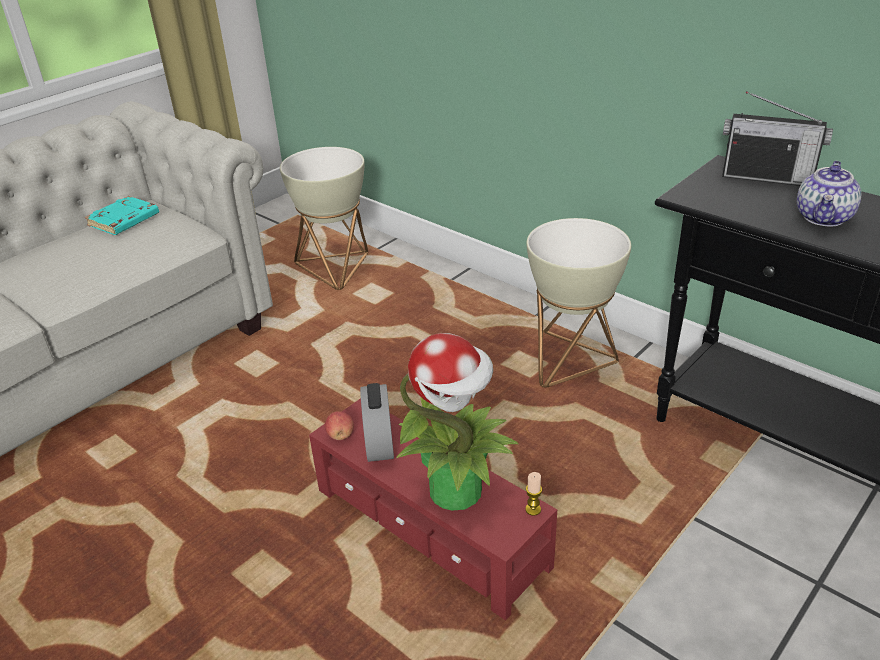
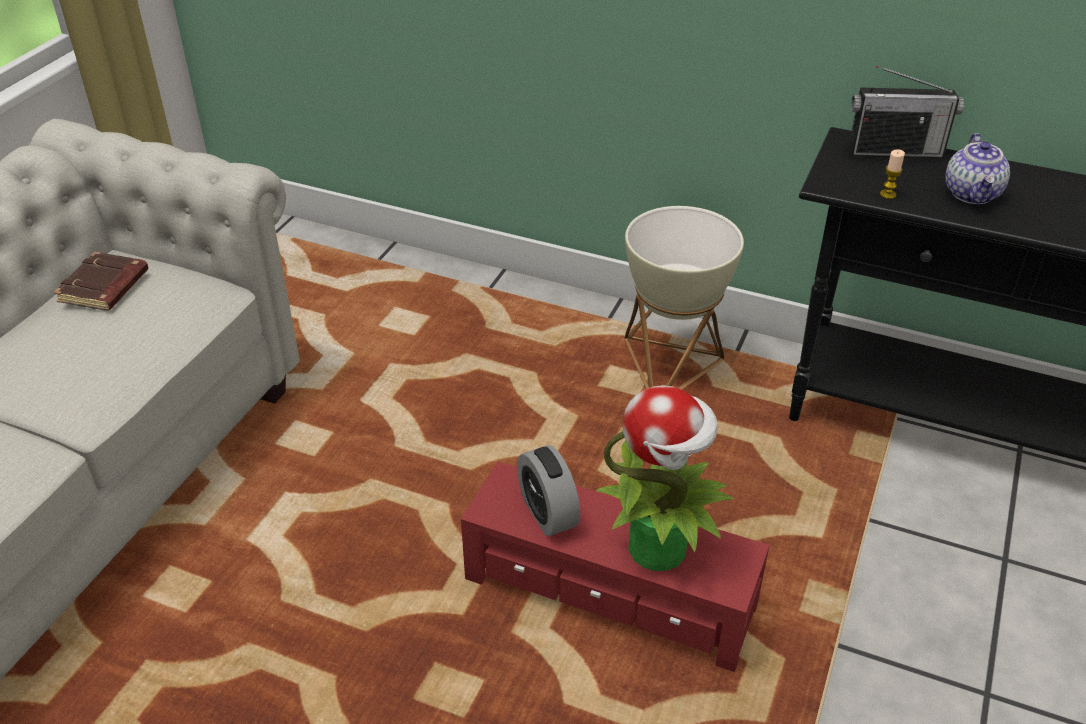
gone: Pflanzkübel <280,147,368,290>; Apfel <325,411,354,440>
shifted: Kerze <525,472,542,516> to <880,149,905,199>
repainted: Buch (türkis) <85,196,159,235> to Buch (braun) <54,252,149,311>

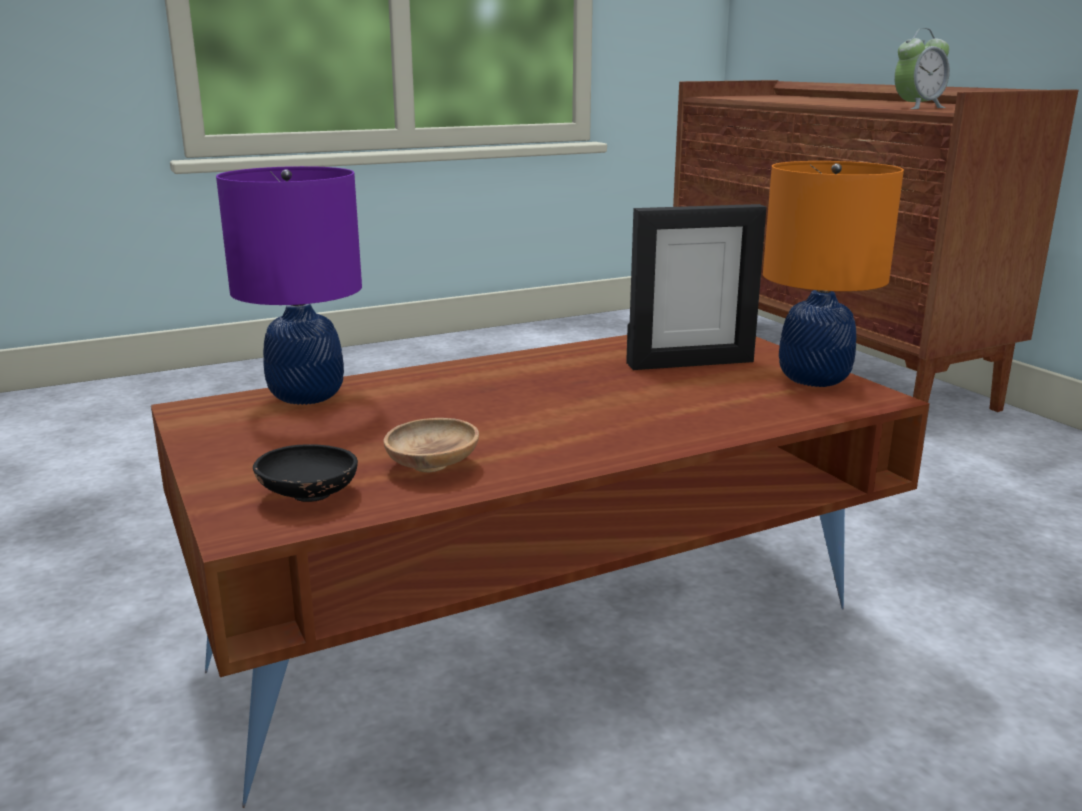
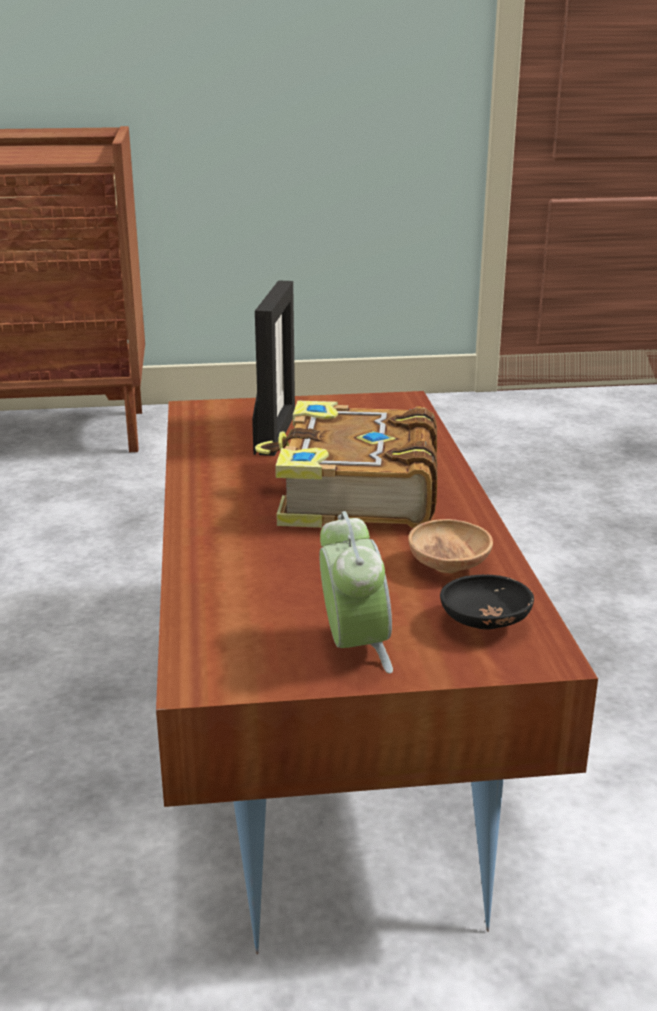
gone: Tischlampe (orange) <763,161,904,387>; Tischlampe (lila) <216,166,362,405>
new: Buch <255,401,437,528>
shifted: Wecker <894,28,950,109> to <319,511,393,673>

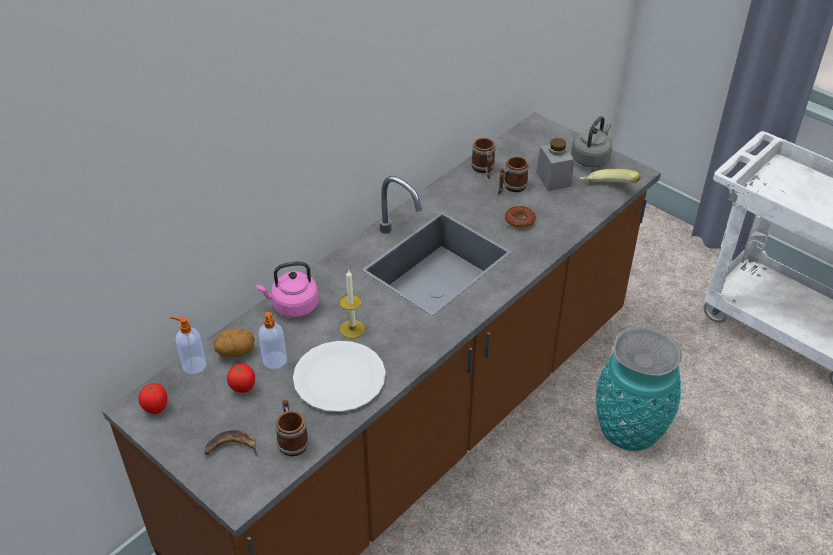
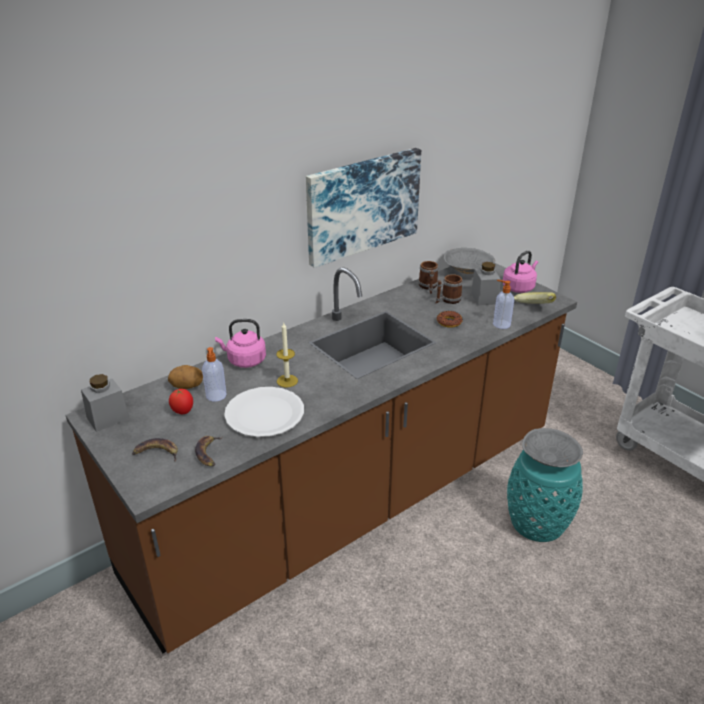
new: Bild <306,148,421,268>; Schüssel (grau) <444,248,495,274>
shifted: Seifenspender <169,316,206,374> to <493,280,514,329>
swapped: Tomate <139,383,167,414> to Vorratsglas (grau) <81,374,130,432>; Henkelbecher <275,400,309,456> to Banane <195,436,223,466>
repainted: Wasserkessel (grau) <571,116,612,167> to Wasserkessel (rosa) <503,251,538,293>

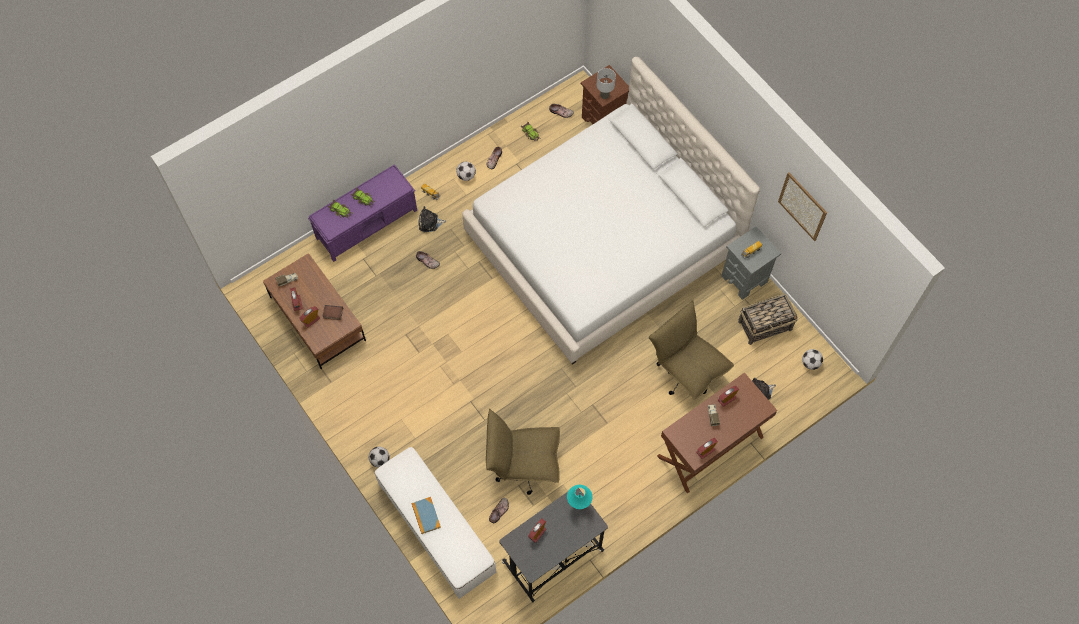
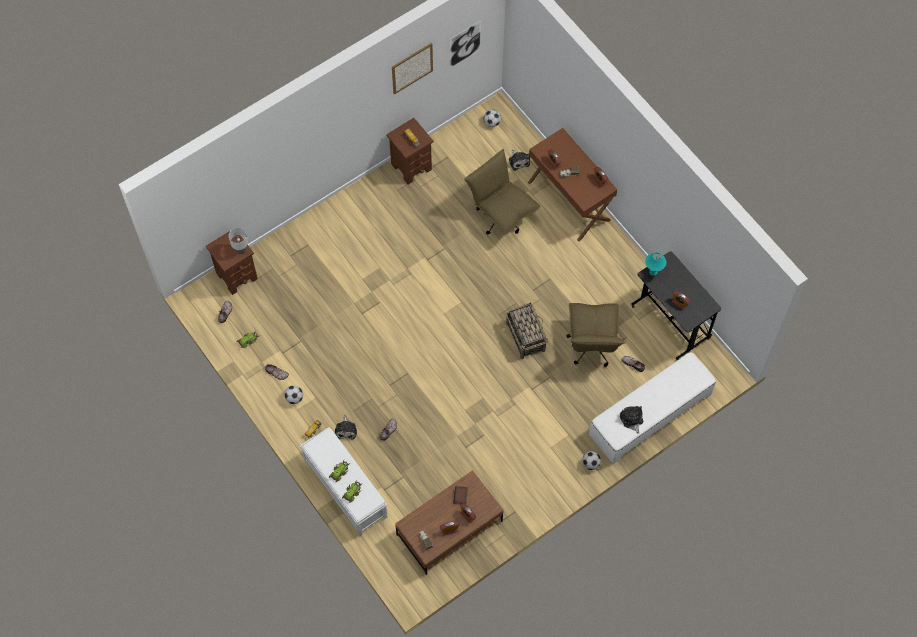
gone: Bett (weiß) <463,57,760,365>; Buch <412,497,441,534>
new: Bild <449,20,481,68>; Plüschtier <620,406,643,434>
shifted: Korb <738,294,798,345> to <506,302,548,359>
repainted: Bank (lila) <308,164,417,262> to Bank (weiß) <300,427,388,536>; Nachttisch (grau) <721,226,781,300> to Nachttisch (braun) <386,118,434,185>
rotated: Bürostuhl (beige) <649,300,734,400> = <464,149,541,235> 90 degrees clockwise

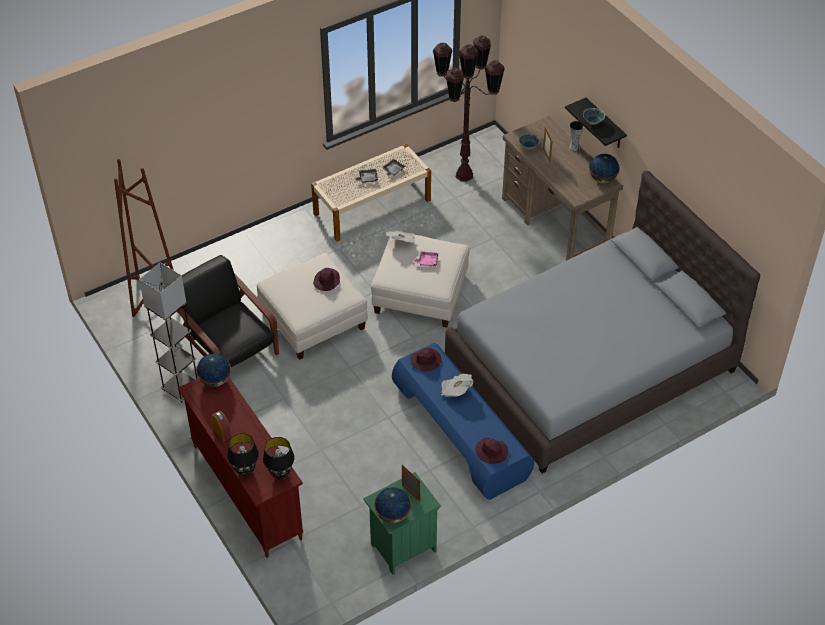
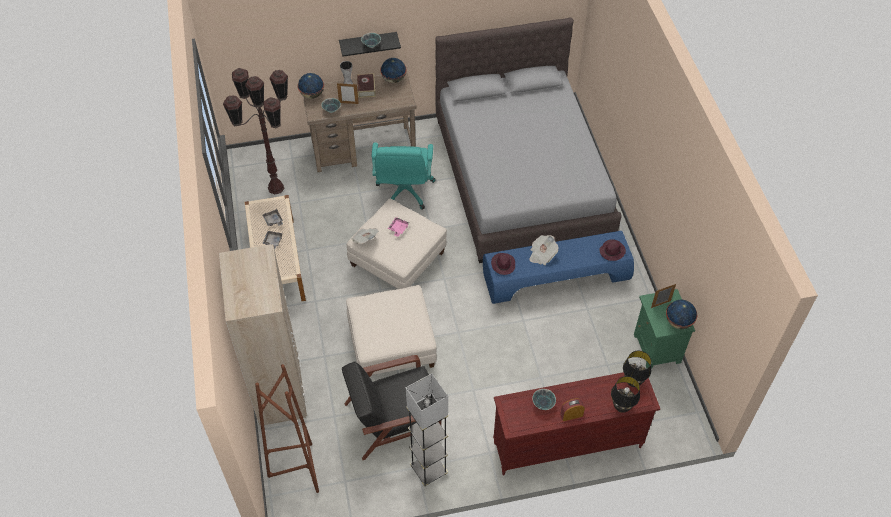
gone: Hut (lila) <313,268,340,291>
new: Buch <357,73,376,98>; Bürostuhl (türkis) <372,142,436,210>; Kleiderschrank (beige) <219,244,307,425>; Schüssel <532,389,556,410>
shifted: Globus <196,354,231,387> to <297,73,324,99>

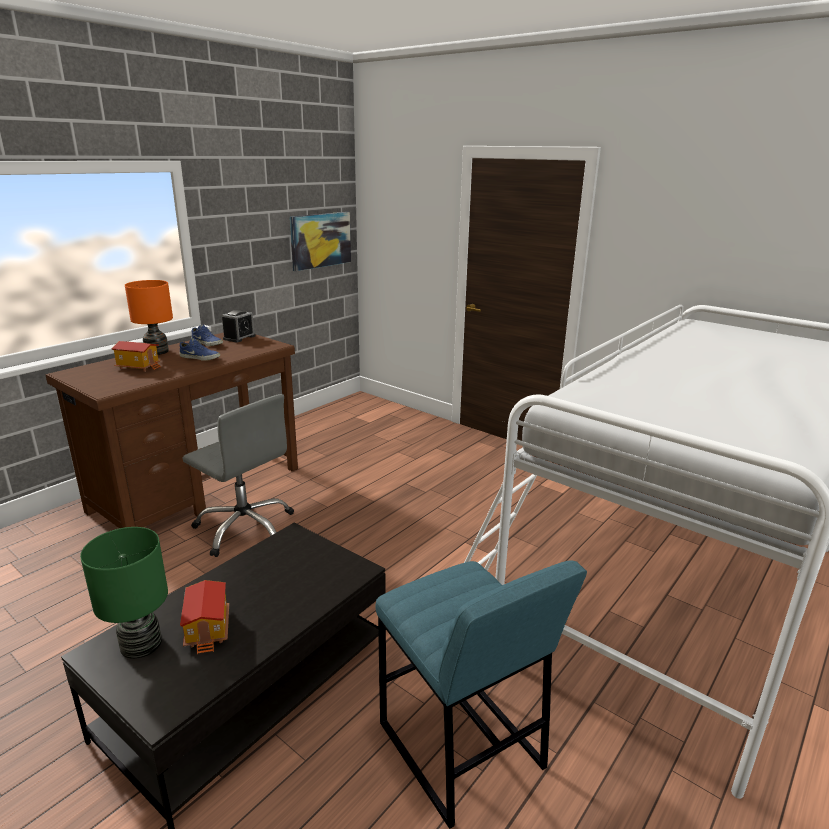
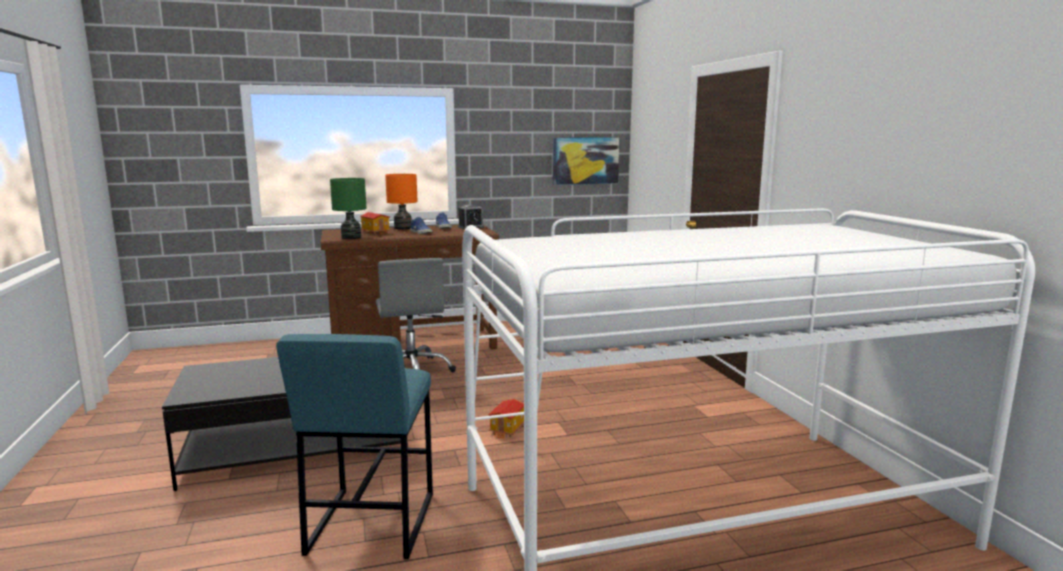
shifted: Tischlampe (grün) <80,527,168,659> to <330,178,367,239>; Spielzeughaus <180,580,229,654> to <488,399,524,439>

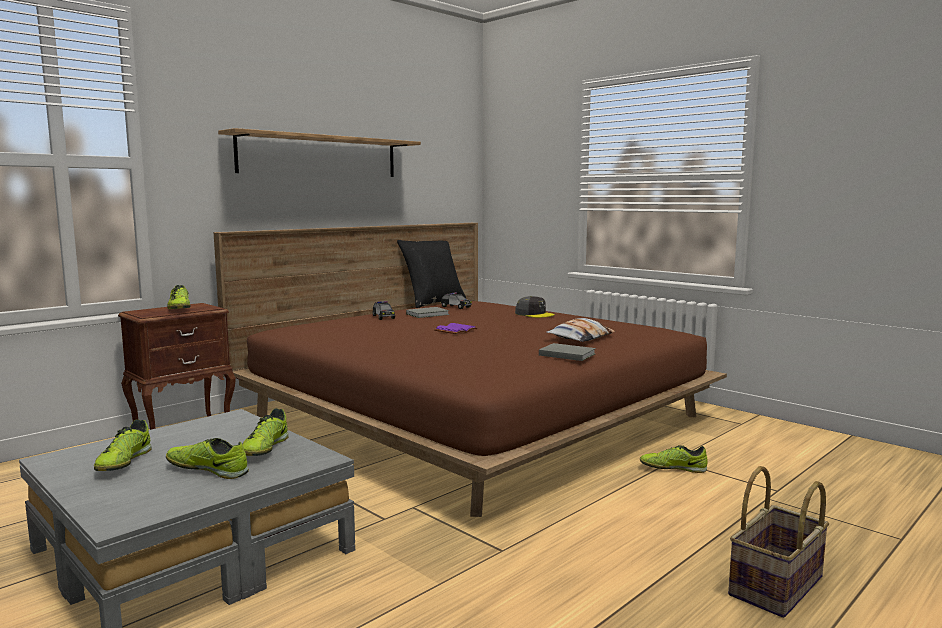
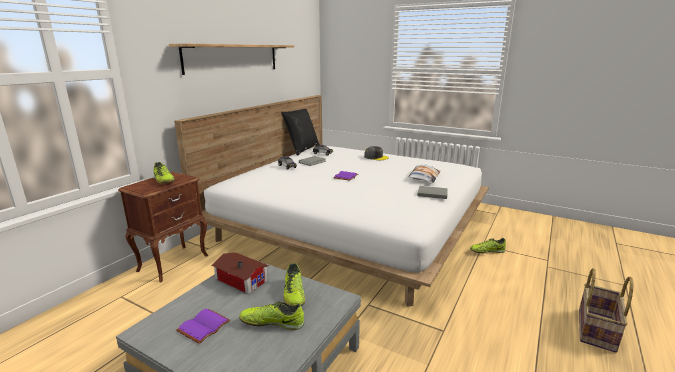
new: Spielzeughaus <211,252,269,294>
swapped: Schuh <94,419,152,471> to Buch (lila) <176,309,231,344>
repainted: Bett (braun) <214,223,727,517> to Bett (weiß) <174,95,489,307>

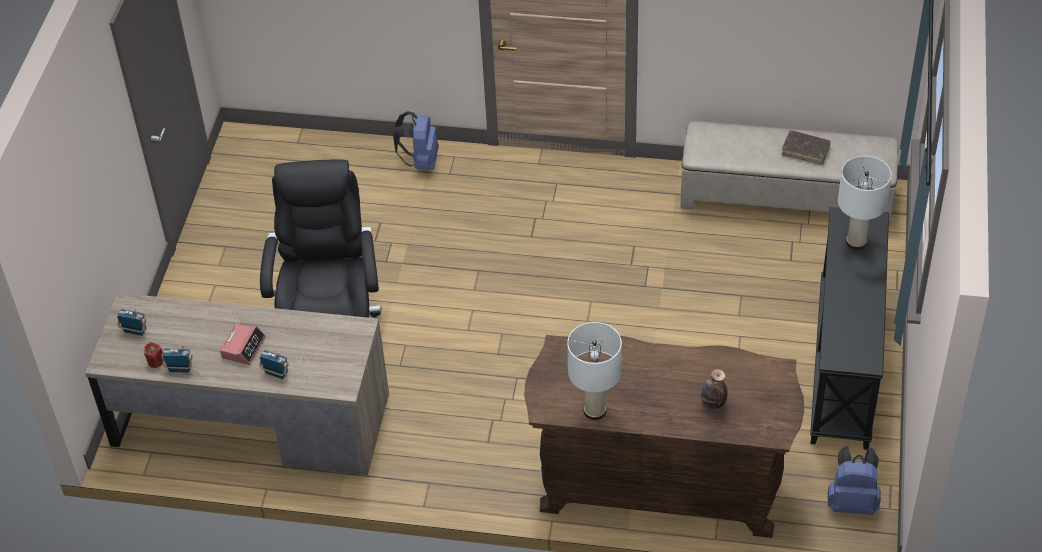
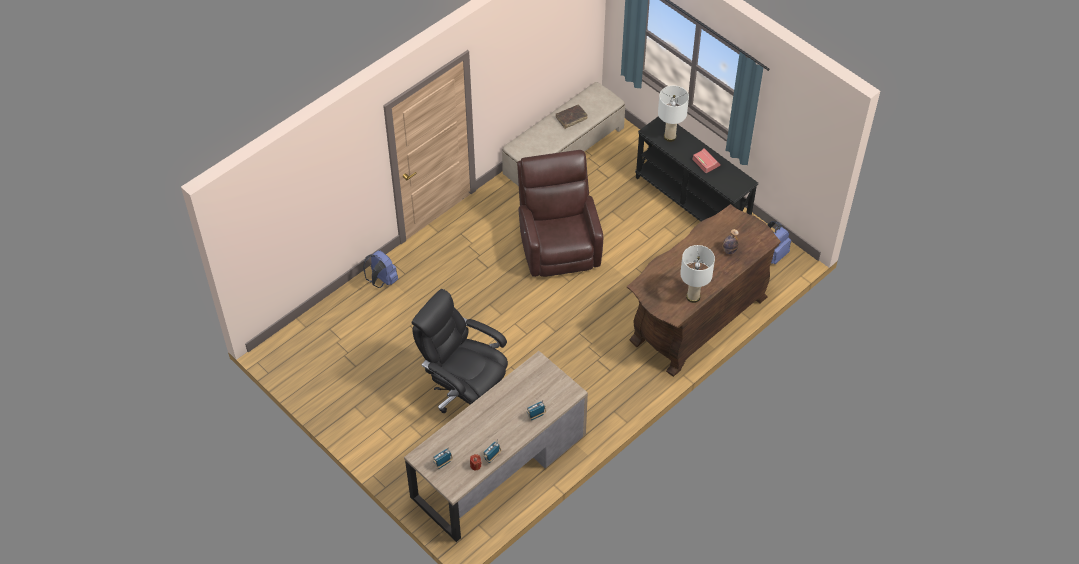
new: Sessel (braun) <517,150,603,277>
shifted: Wecker <220,323,266,365> to <693,148,721,173>

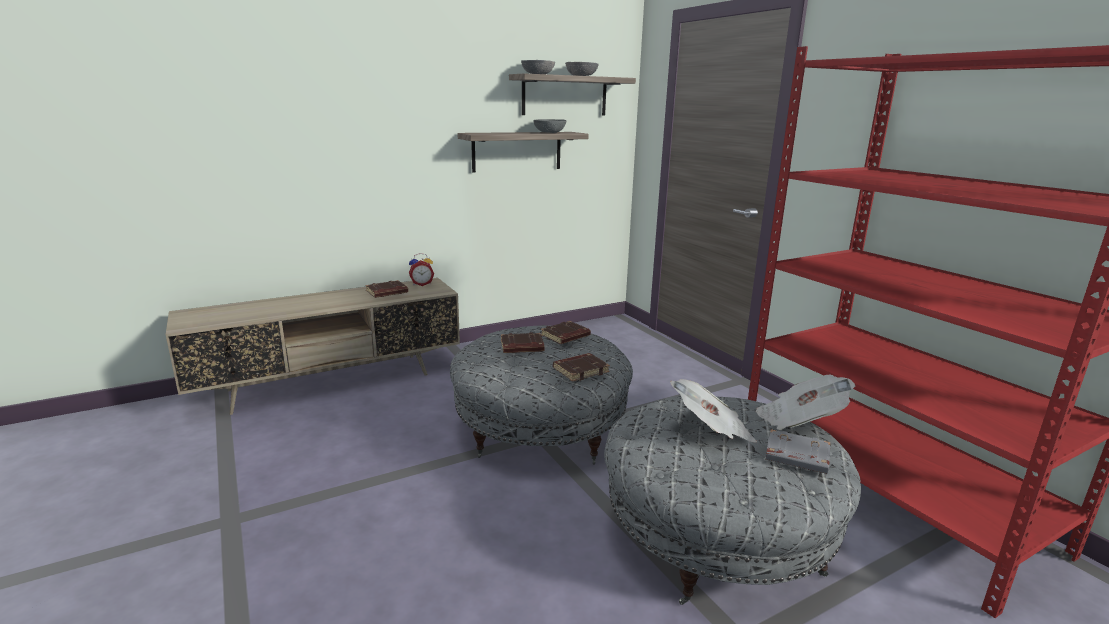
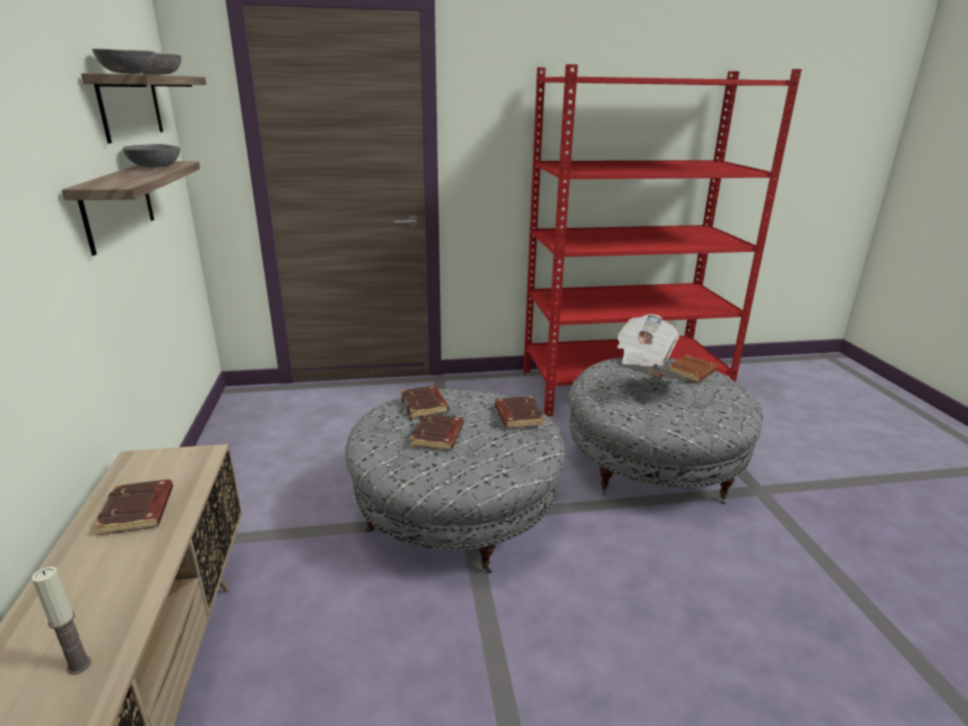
gone: Wecker <409,253,434,286>
new: Kerze <32,567,91,675>
repainted: Buch (grau) <765,429,830,474> to Buch (braun) <668,355,718,382>

